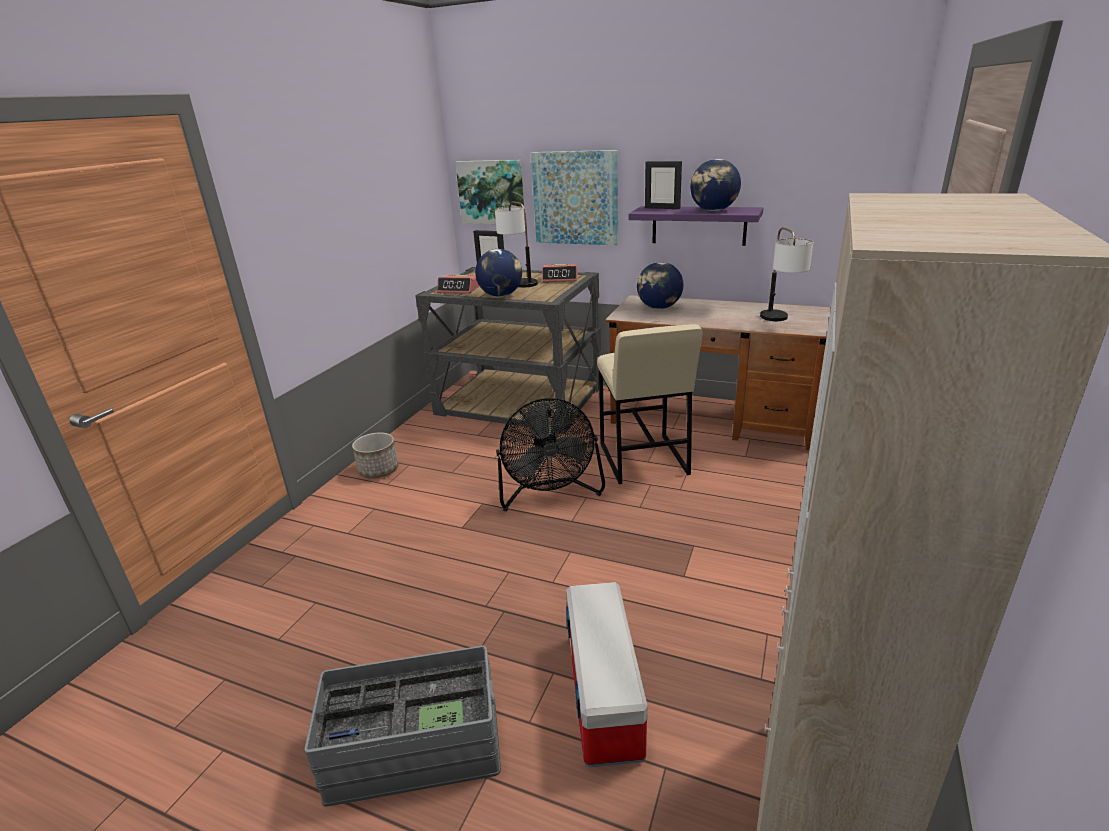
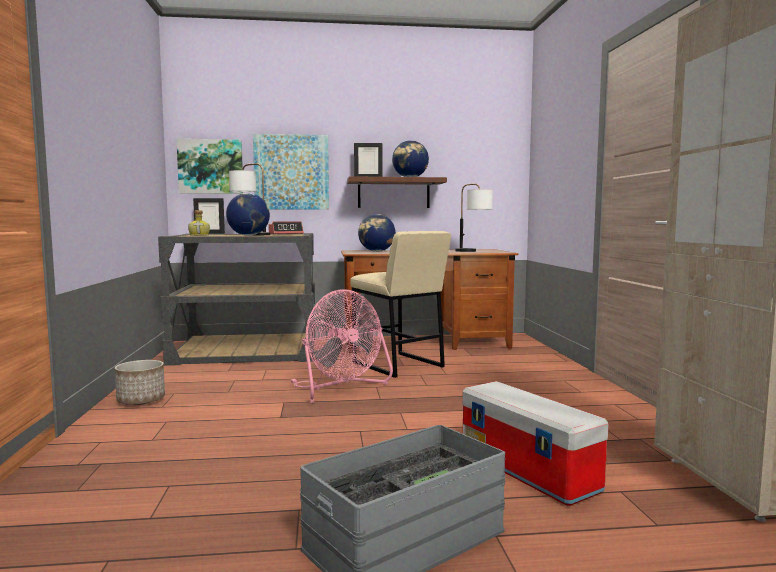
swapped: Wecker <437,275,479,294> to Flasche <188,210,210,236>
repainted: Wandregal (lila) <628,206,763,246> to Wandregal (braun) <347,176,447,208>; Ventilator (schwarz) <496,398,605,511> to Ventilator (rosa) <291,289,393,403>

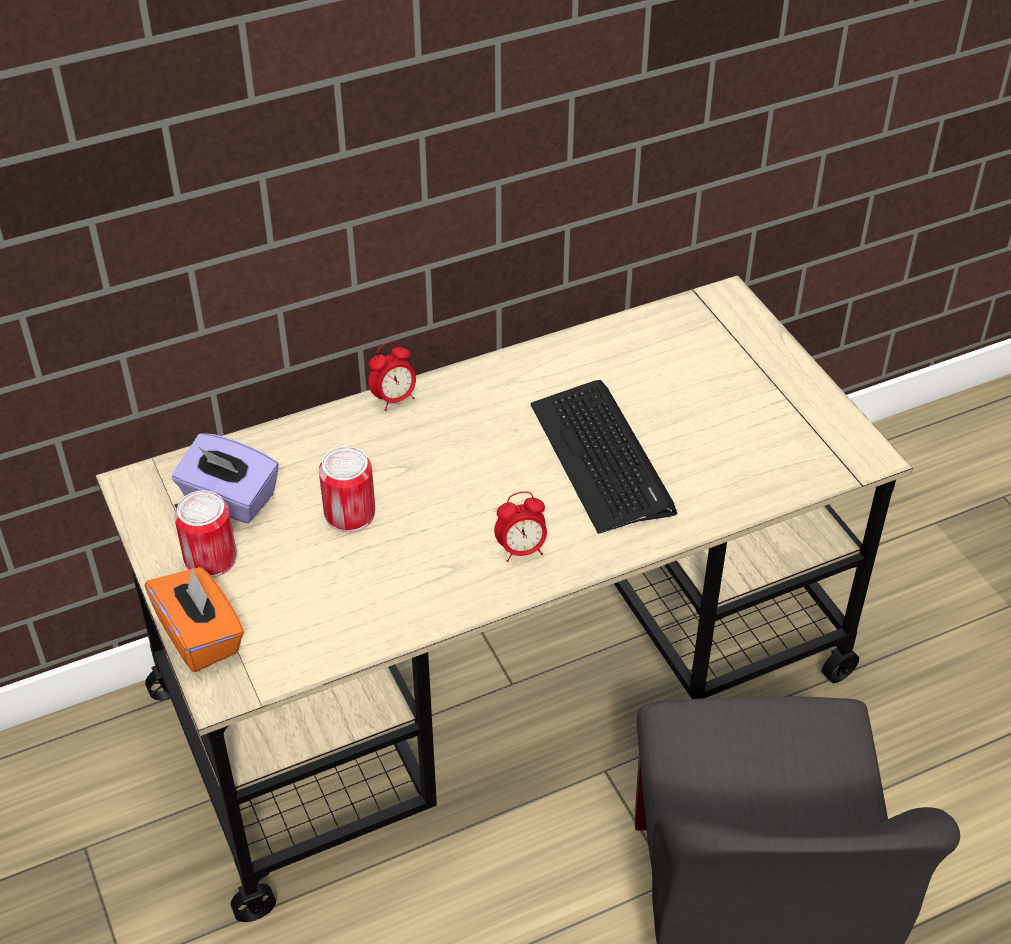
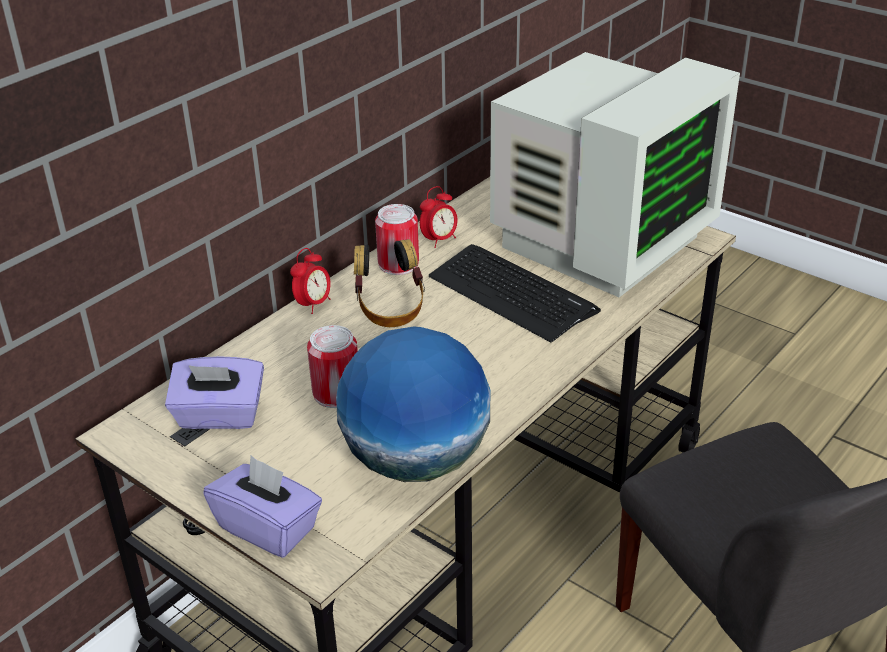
new: Monitor <490,52,740,297>; Kopfhörer <354,239,425,327>; Globus <336,327,490,482>
shifted: Dose <174,490,237,577> to <375,204,419,275>; Wecker <494,491,547,562> to <420,186,458,248>
repainted: Taschentuchbox (orange) <145,567,244,672> to Taschentuchbox (lila) <203,455,322,558>

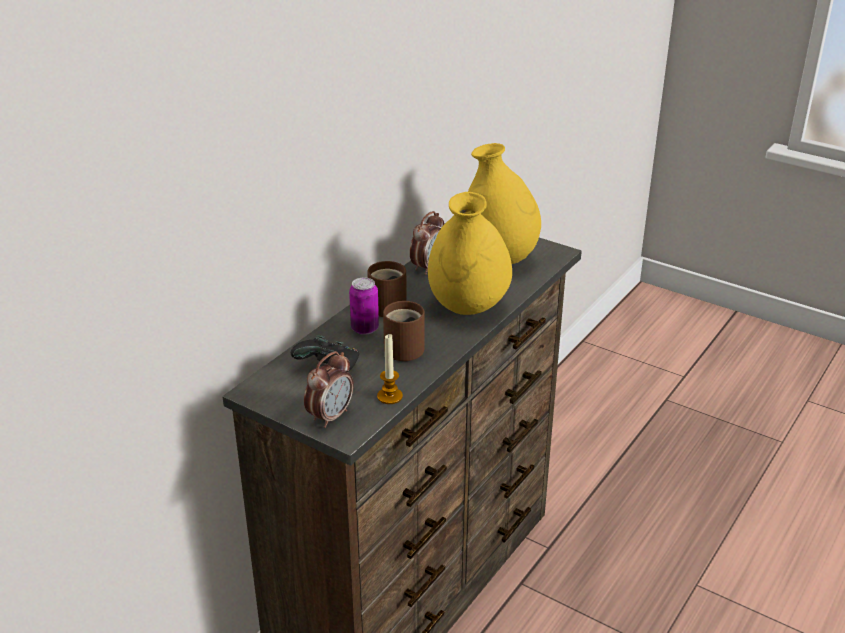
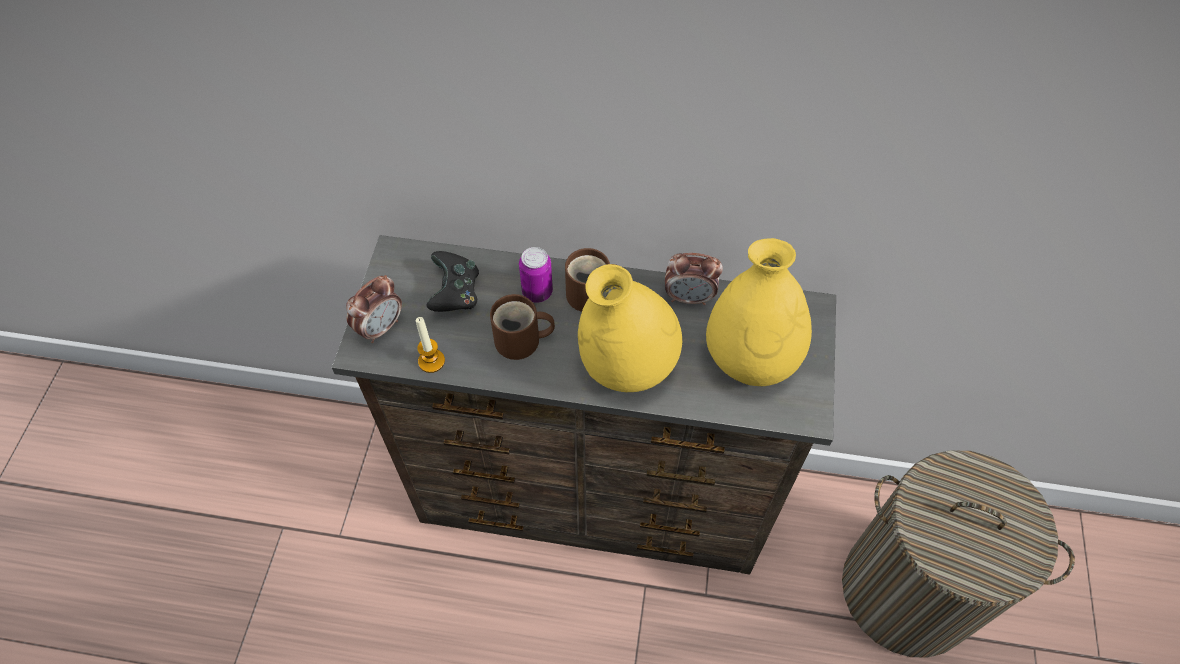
new: Wäschekorb <842,450,1075,658>
rotated: Wecker <304,351,354,428> = <346,275,402,343> 60 degrees counterclockwise

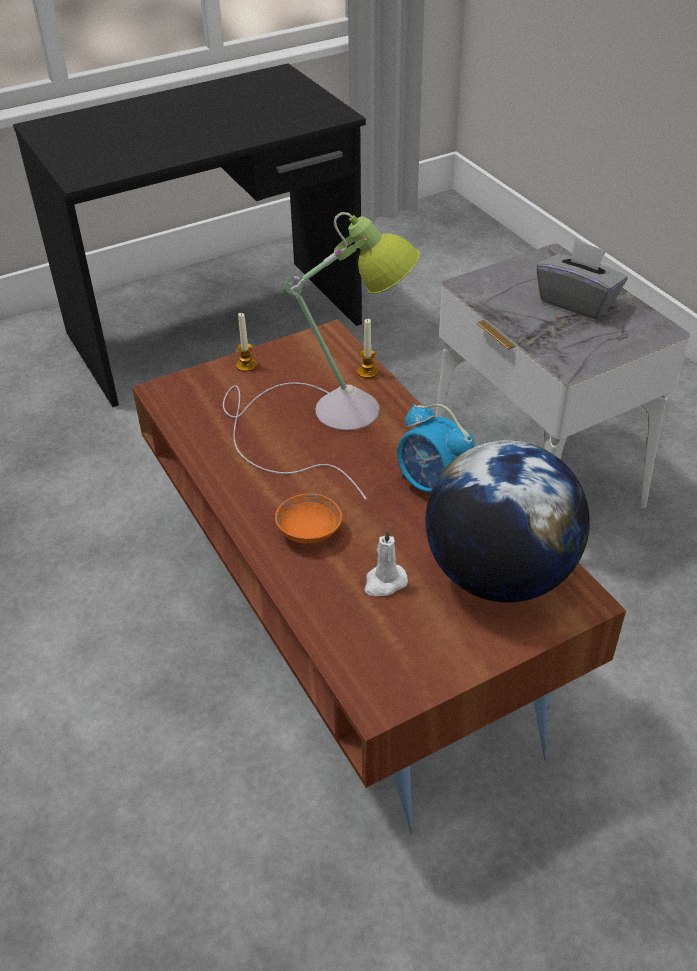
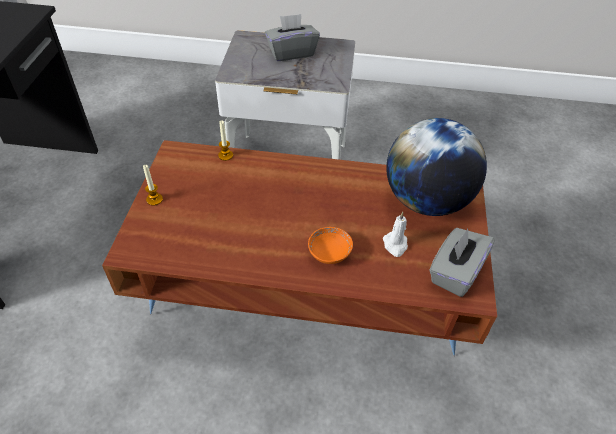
gone: Tischlampe <223,212,420,500>; Wecker <397,404,474,492>
new: Taschentuchbox (grau) <429,228,495,297>

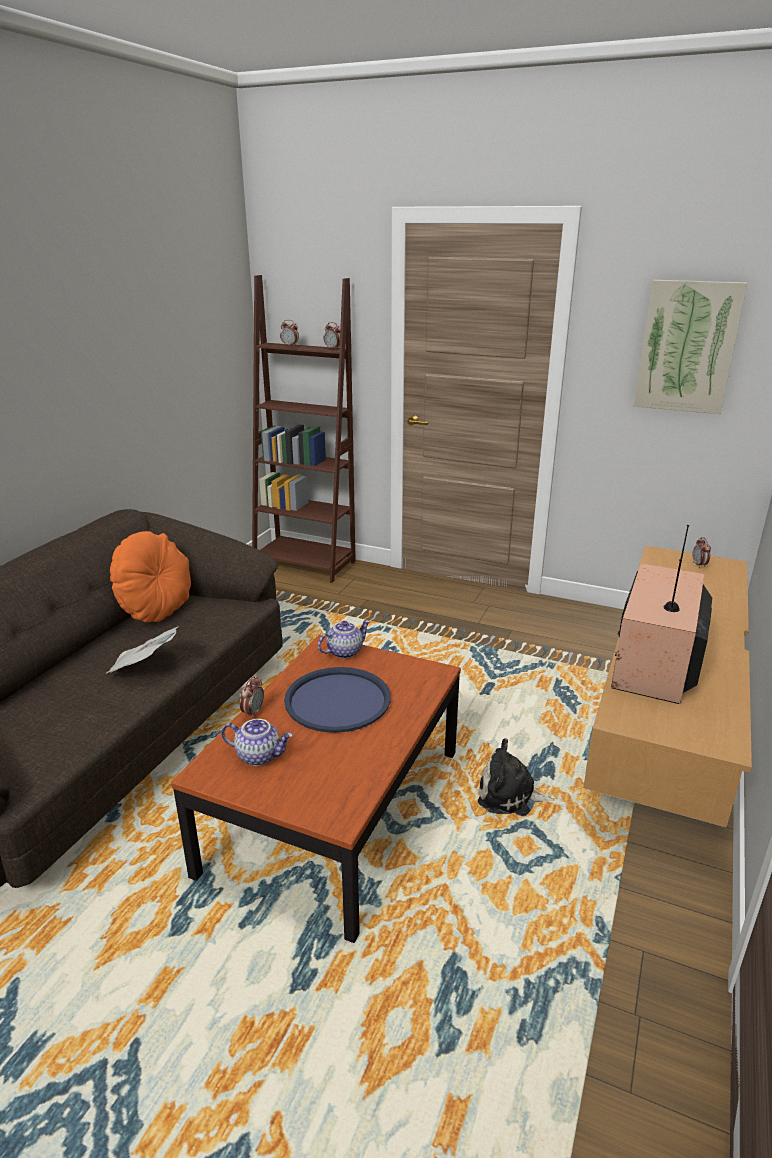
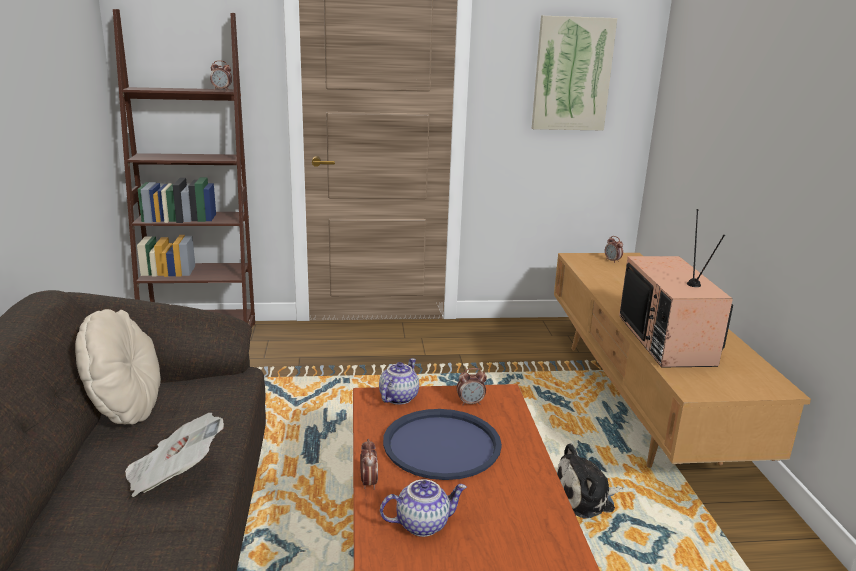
shifted: Wecker <280,320,299,347> to <457,368,487,406>
repainted: Kissen (orange) <110,531,191,623> to Kissen (beige) <75,309,161,424>

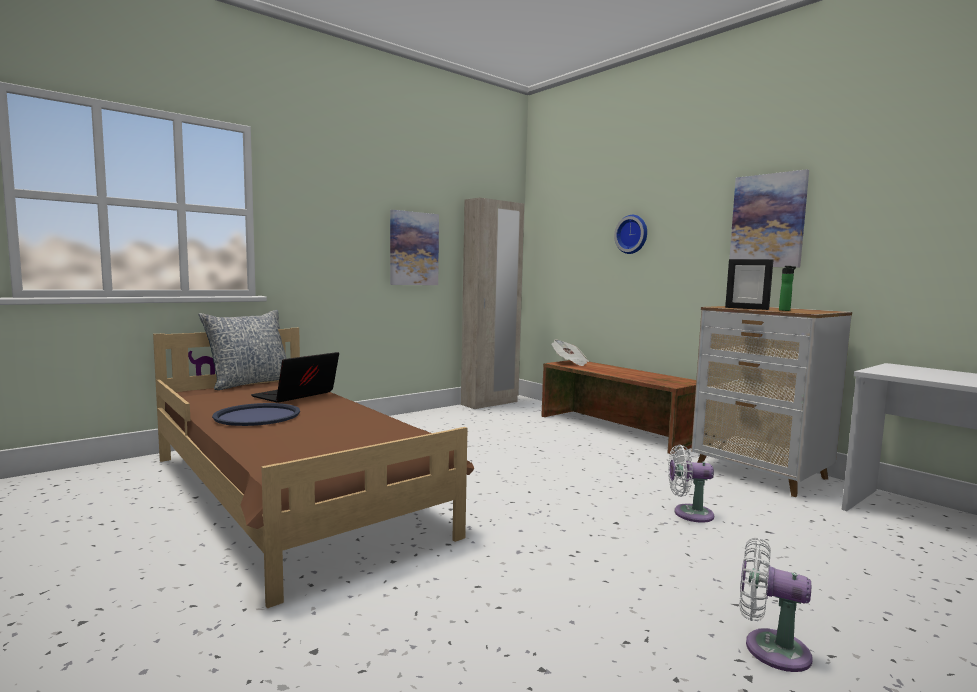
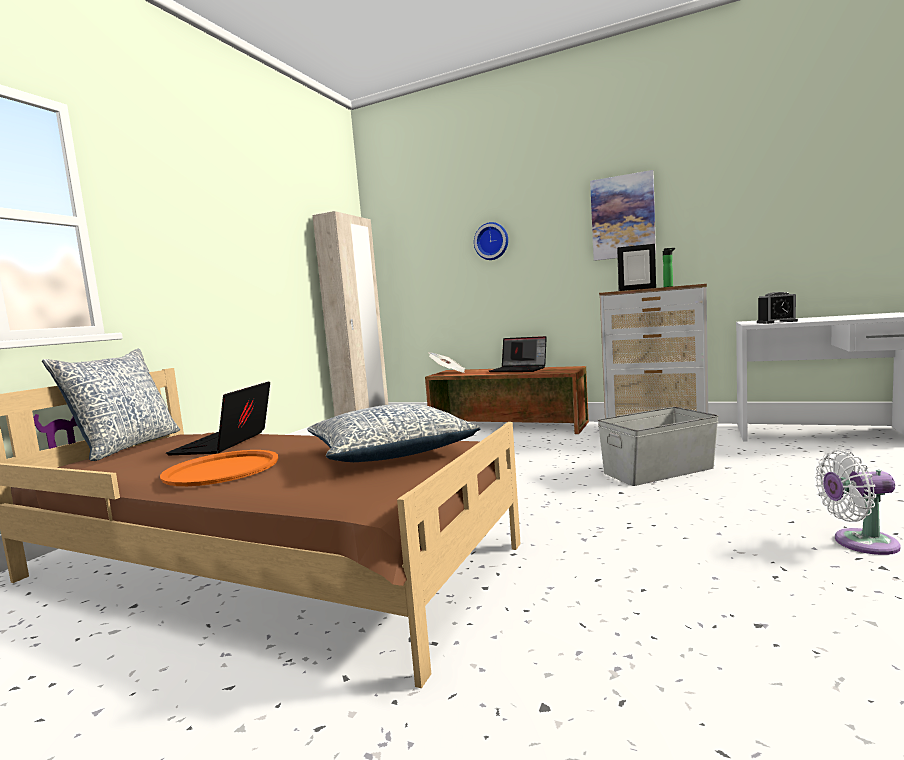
gone: Bild <390,210,439,285>
new: Wecker <757,292,798,324>; Laptop <489,336,547,372>; Kissen <307,404,481,462>
swapped: Ventilator (weiß) <668,445,714,523> to Aufbewahrungsbox (grau) <597,407,719,486>
repainted: Tablett (blau) <212,403,300,426> to Tablett (orange) <160,450,278,486>

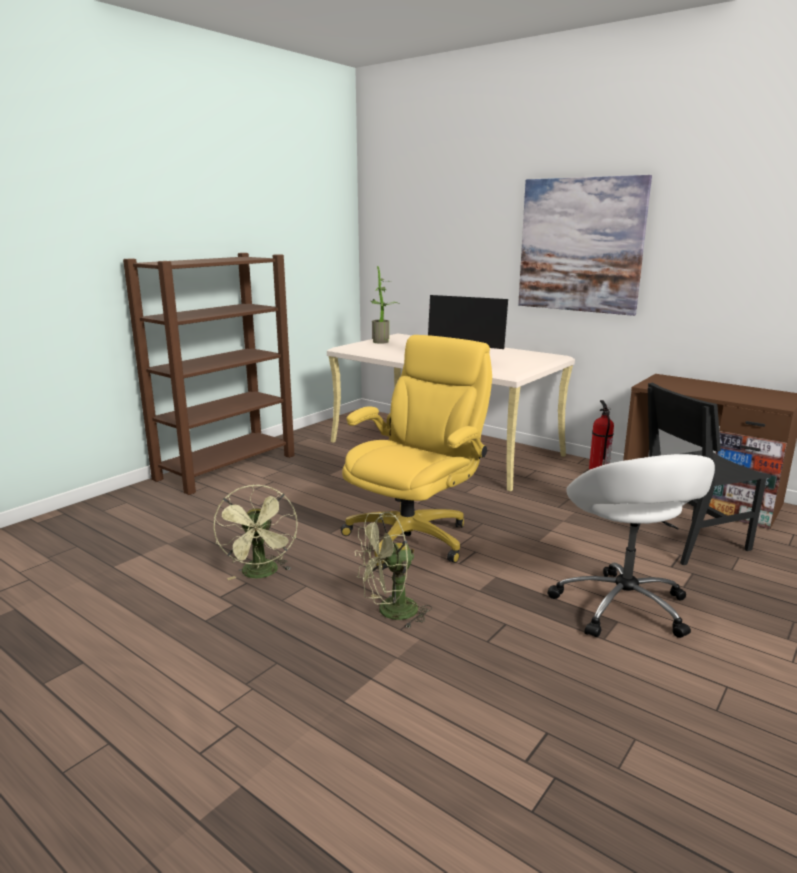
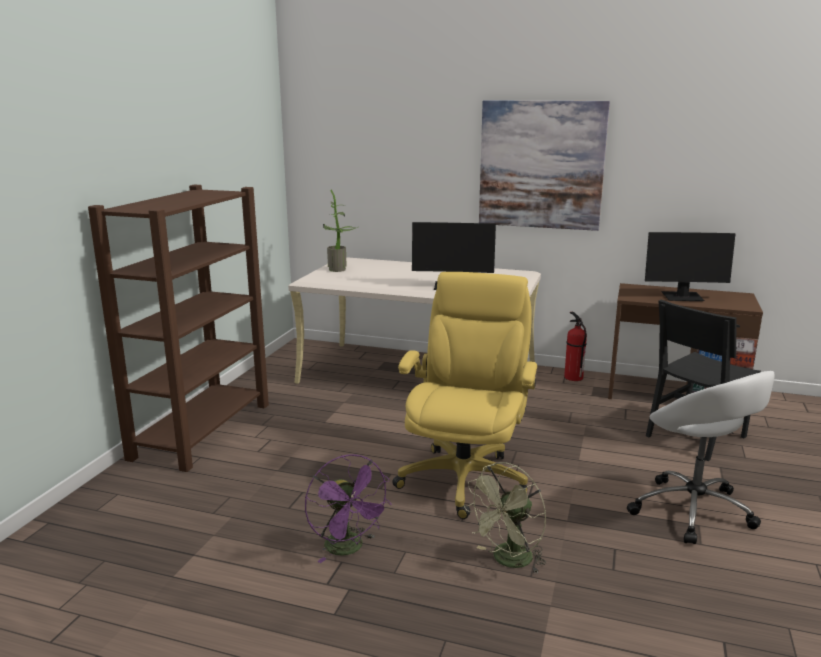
new: Monitor <645,232,736,301>
repainted: Ventilator (grün) <213,484,298,580> to Ventilator (lila) <305,454,392,563>

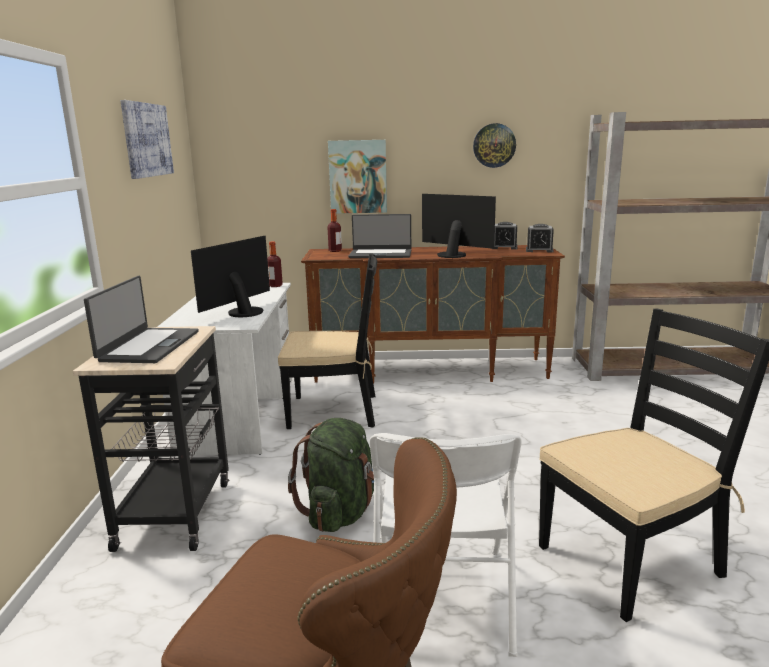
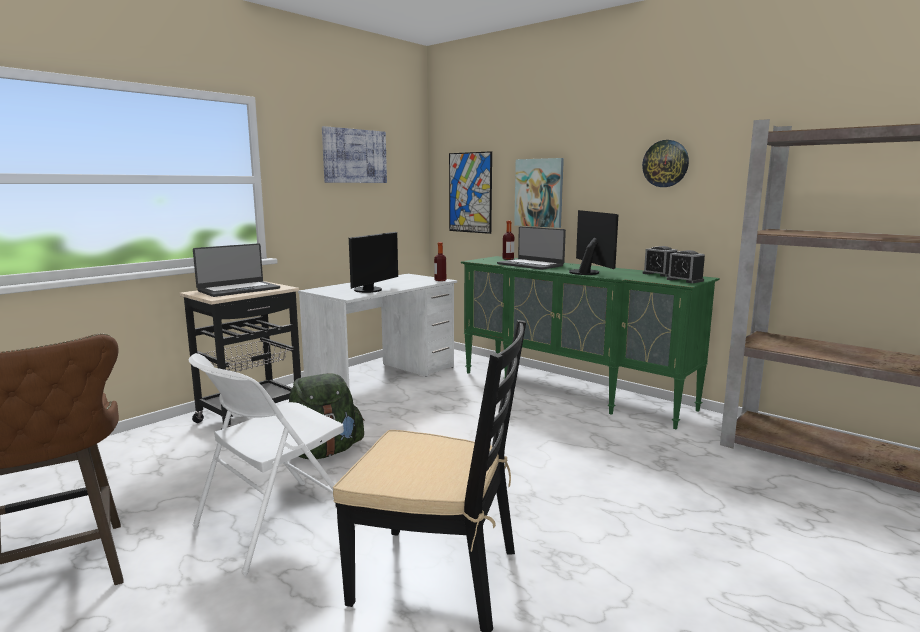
gone: Stuhl (schwarz) <278,254,377,429>
new: Bild <449,151,492,234>
repainted: Schrank (braun) <301,245,565,384> to Schrank (grün) <461,256,720,429>
rotated: Monitor <191,235,270,317> = <349,232,398,293> 135 degrees clockwise

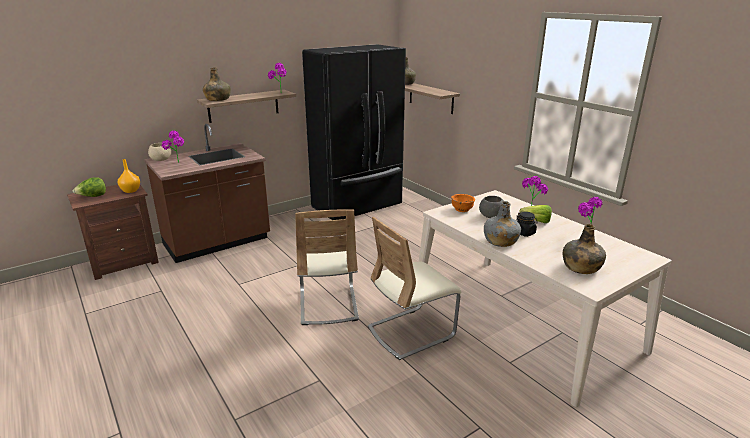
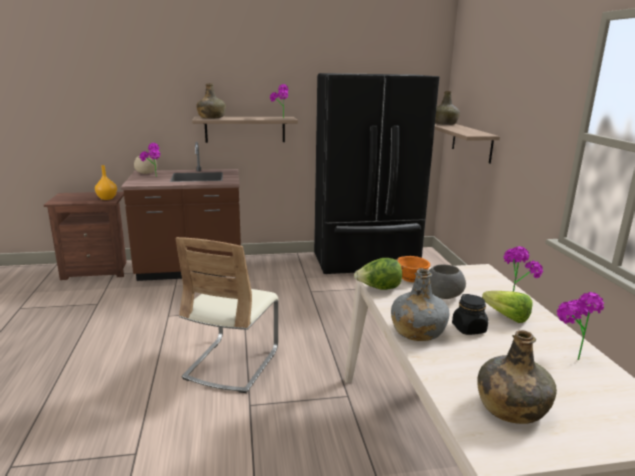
gone: Stuhl (beige) <368,217,461,360>
shifted: Salatkopf <73,177,106,197> to <354,258,402,290>

